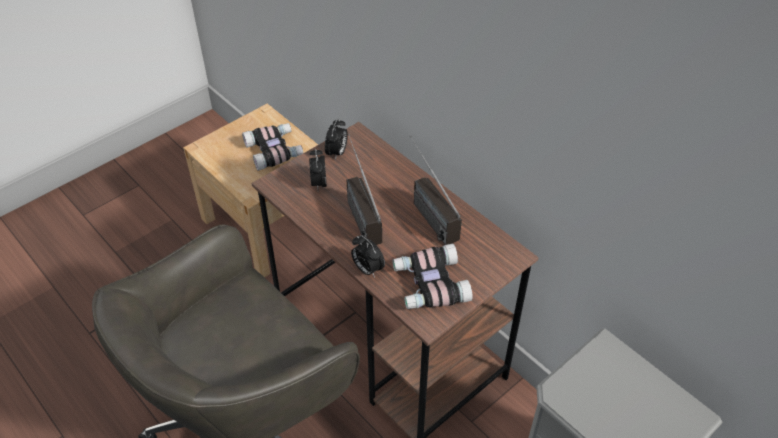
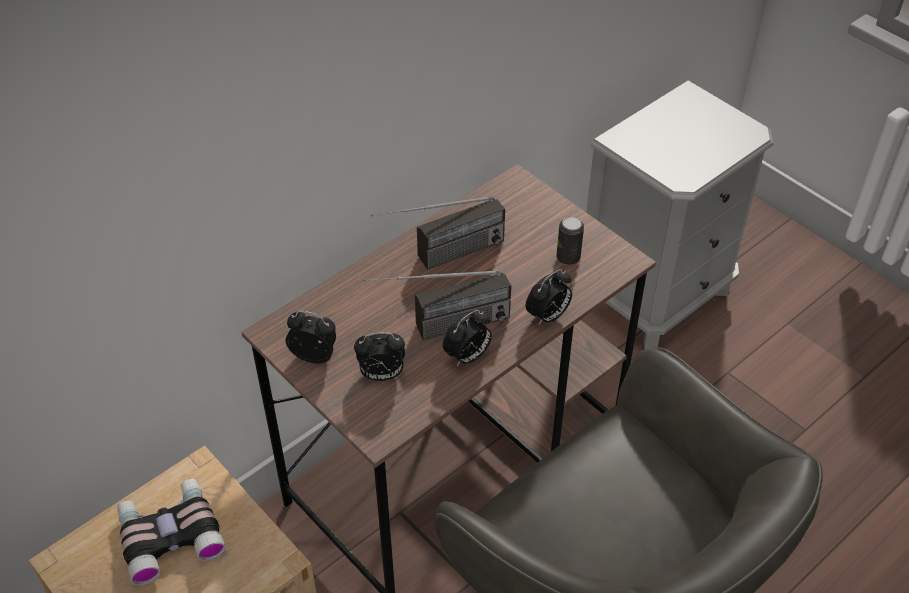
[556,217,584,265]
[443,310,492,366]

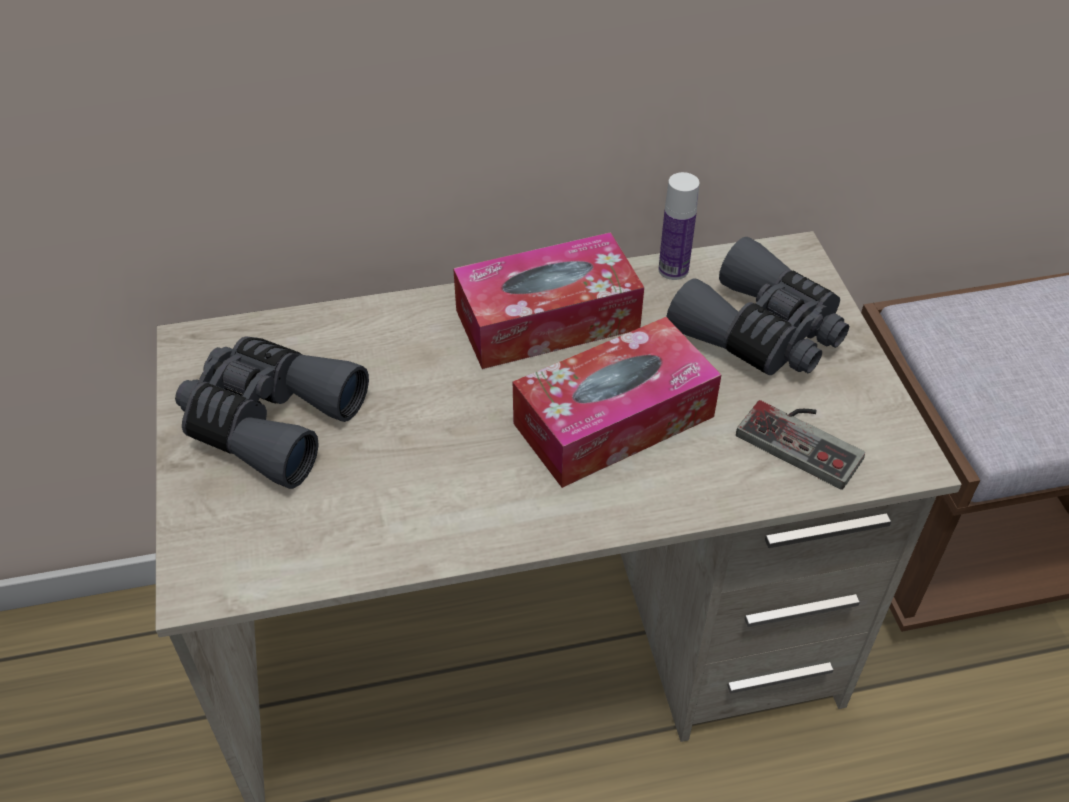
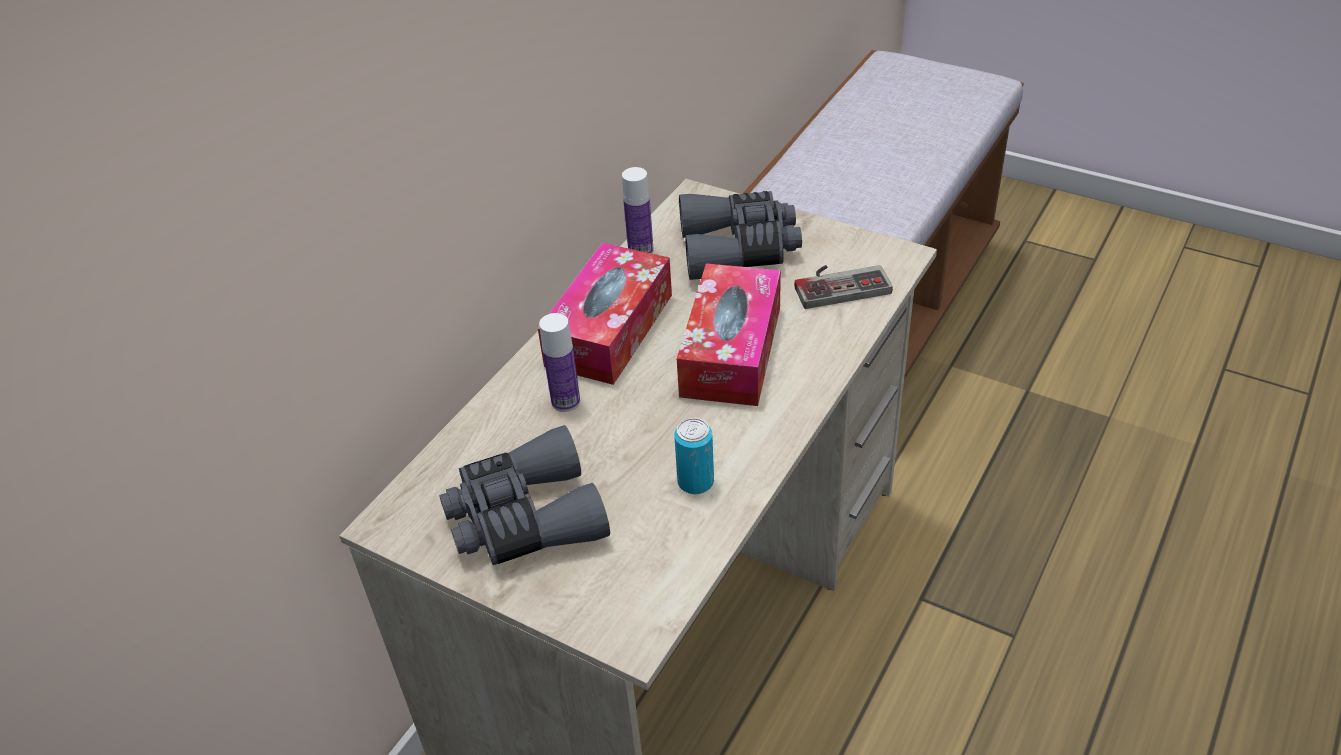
[539,313,580,412]
[674,418,714,494]

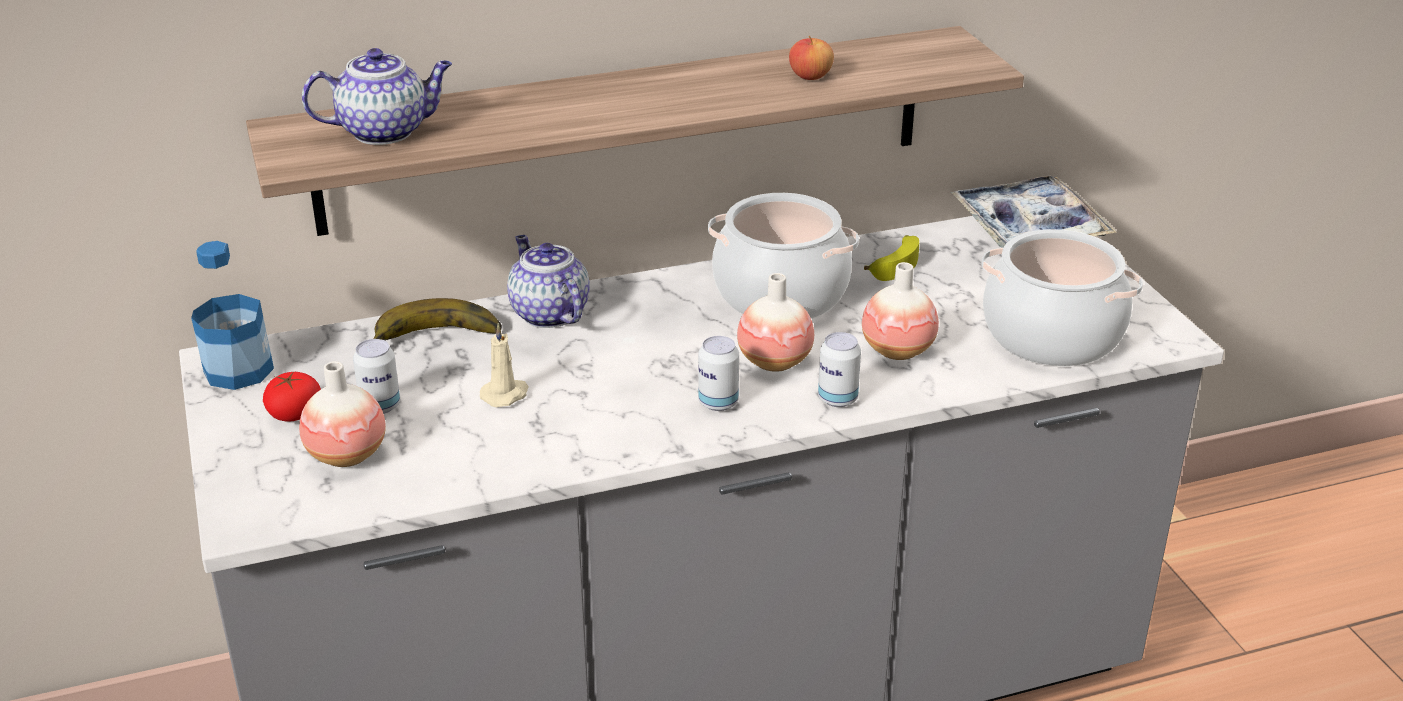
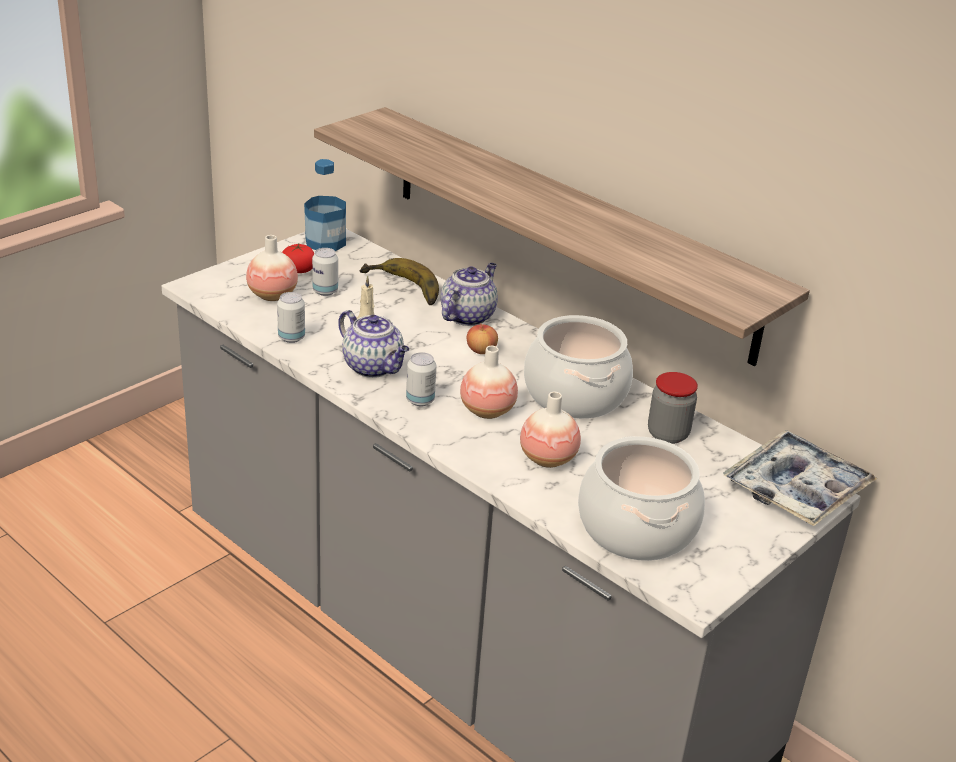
[338,310,410,378]
[467,323,498,354]
[277,292,305,343]
[648,372,698,444]

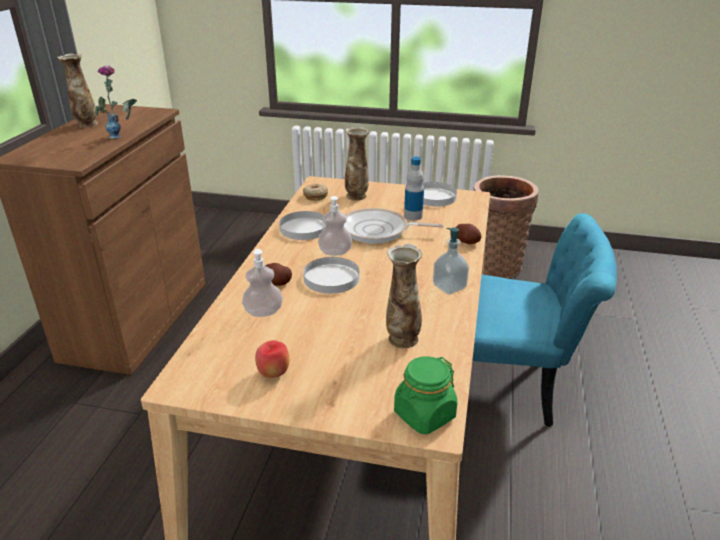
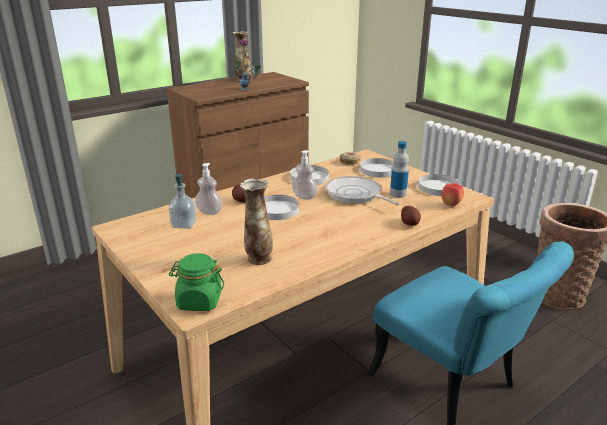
[442,183,464,206]
[360,158,394,178]
[169,174,197,229]

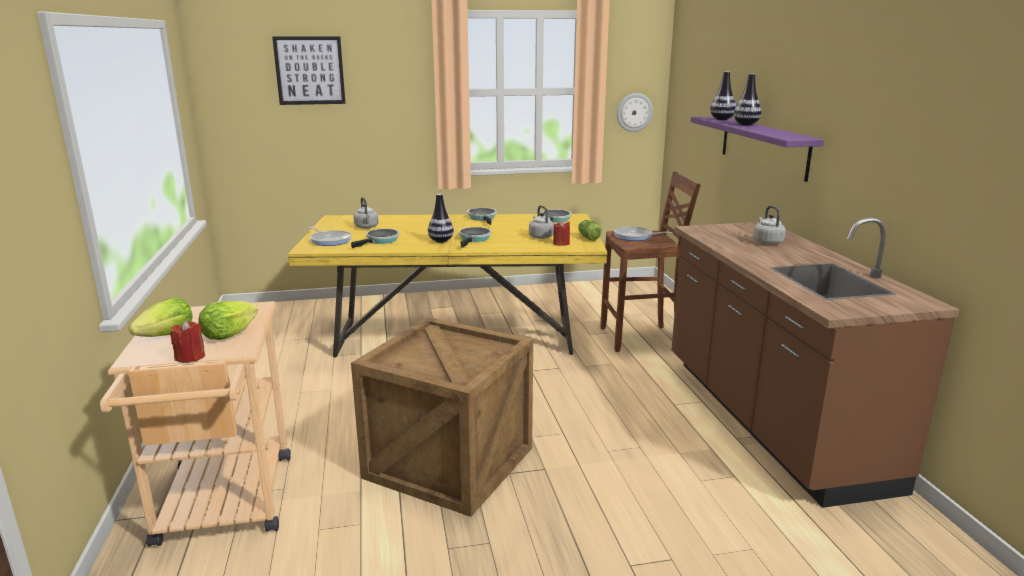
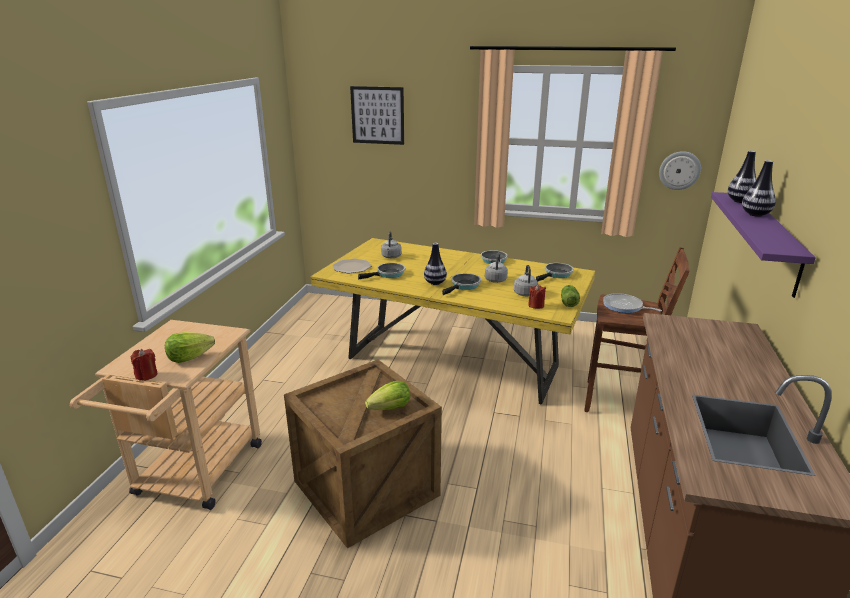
[365,381,410,410]
[332,259,371,273]
[485,253,508,283]

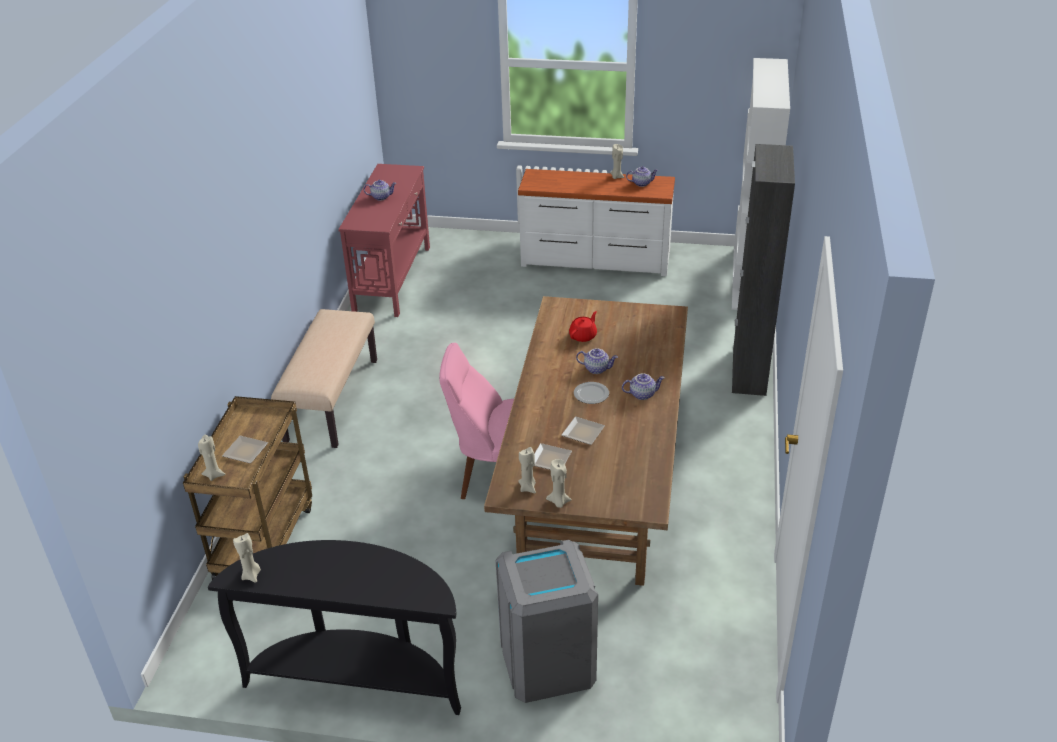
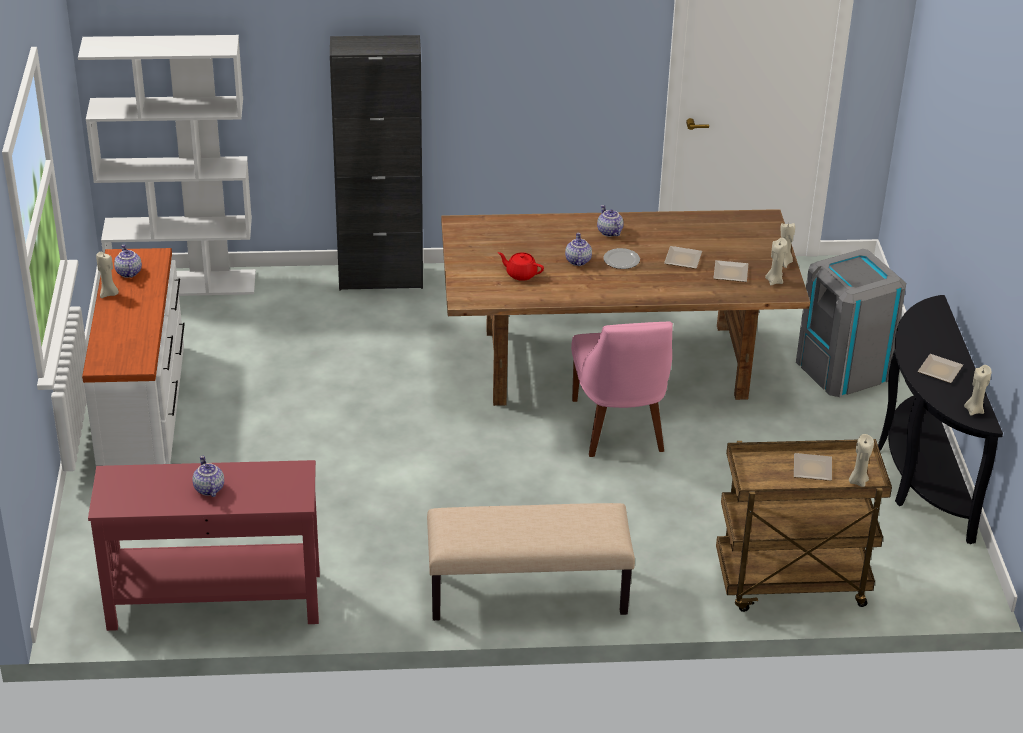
[918,354,963,383]

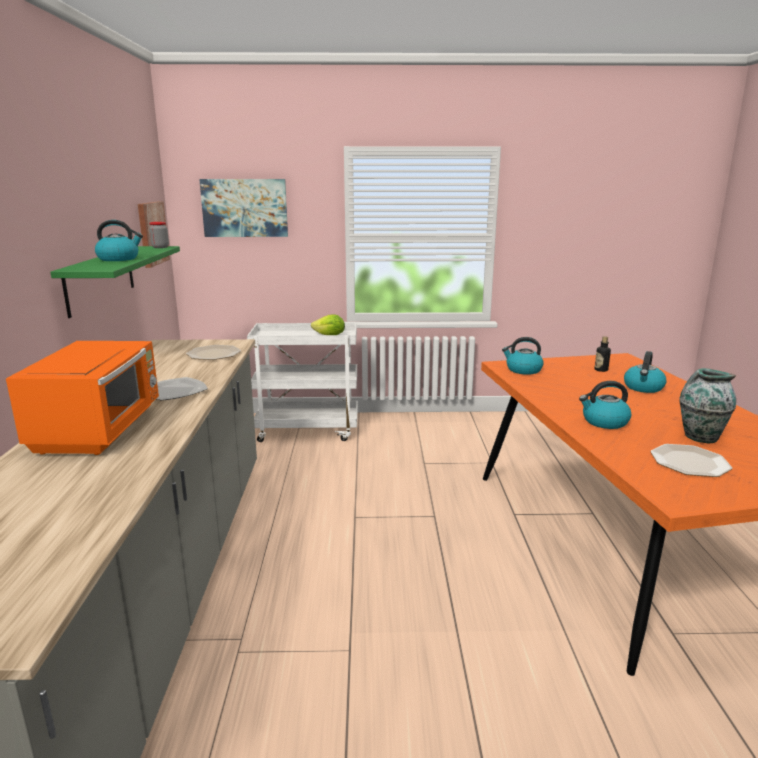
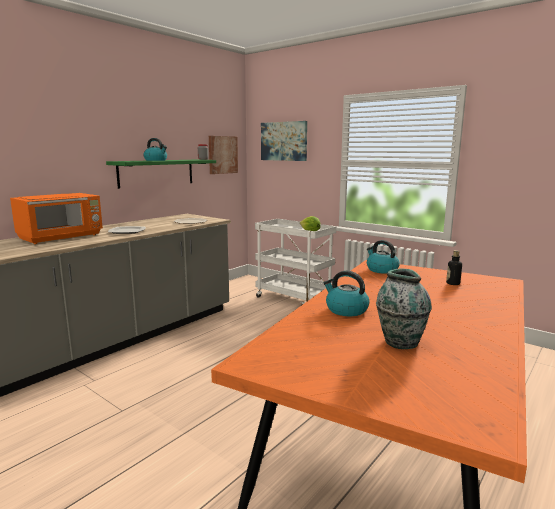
[624,351,667,393] (first image)
[650,444,732,477] (first image)

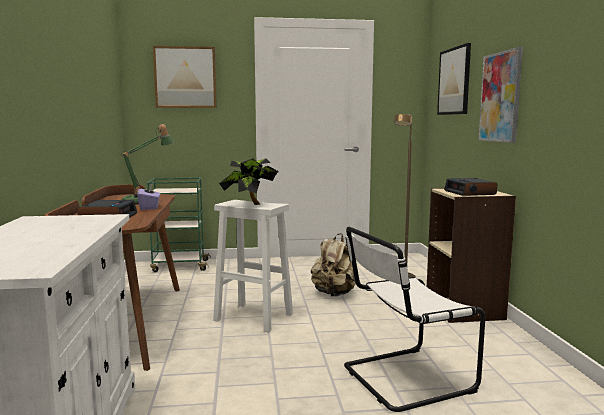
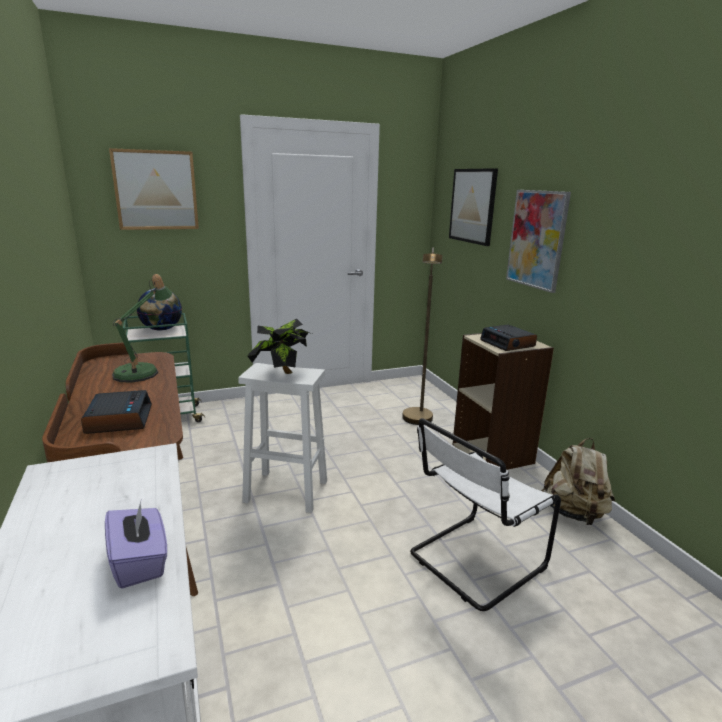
[105,501,167,589]
[541,438,615,525]
[136,288,182,331]

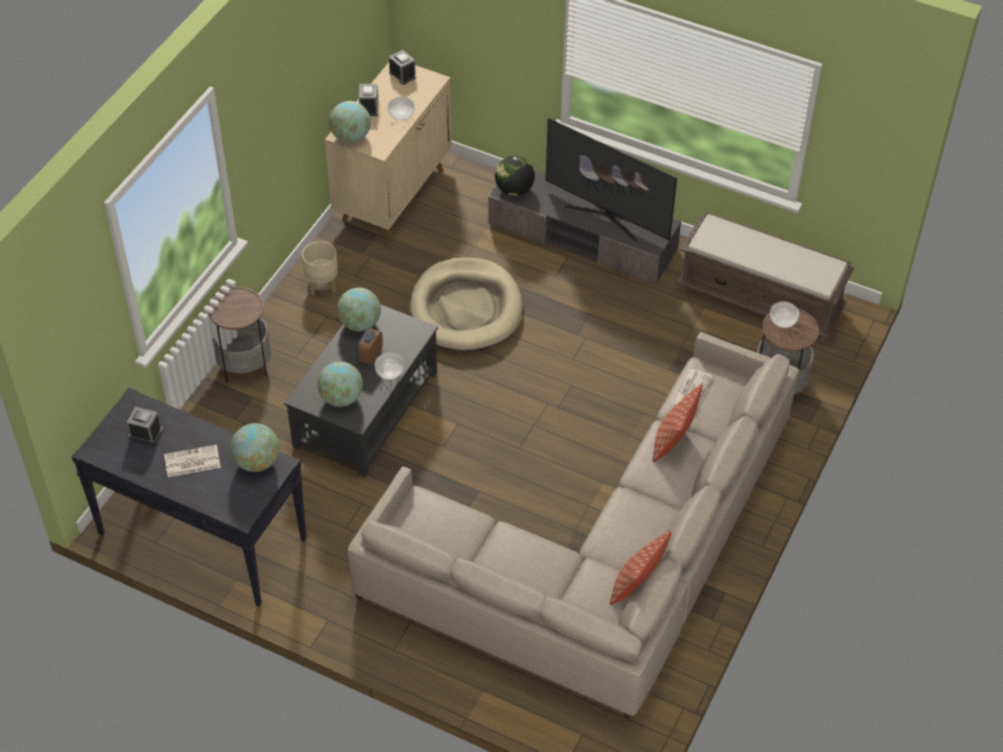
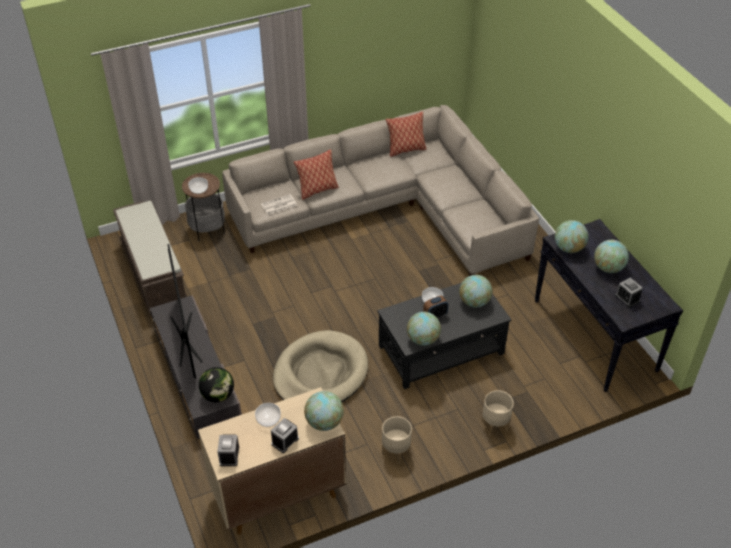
[594,240,629,273]
[482,390,514,436]

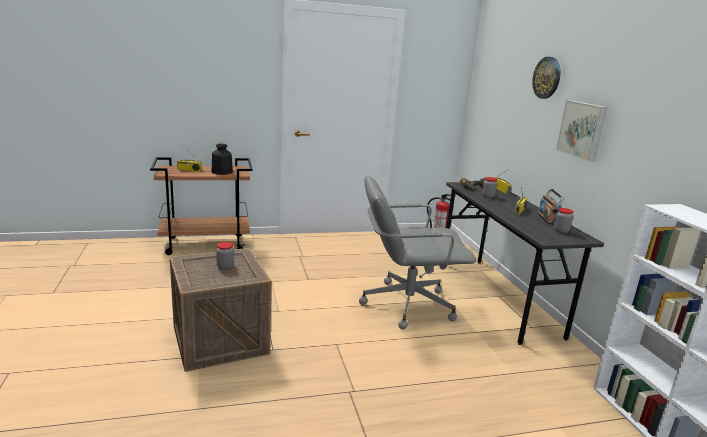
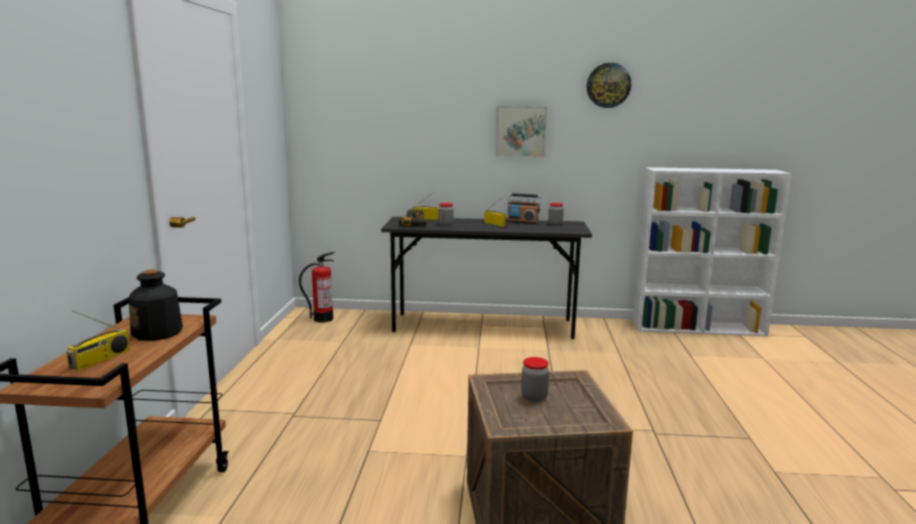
[359,175,476,330] (first image)
[587,63,631,108]

